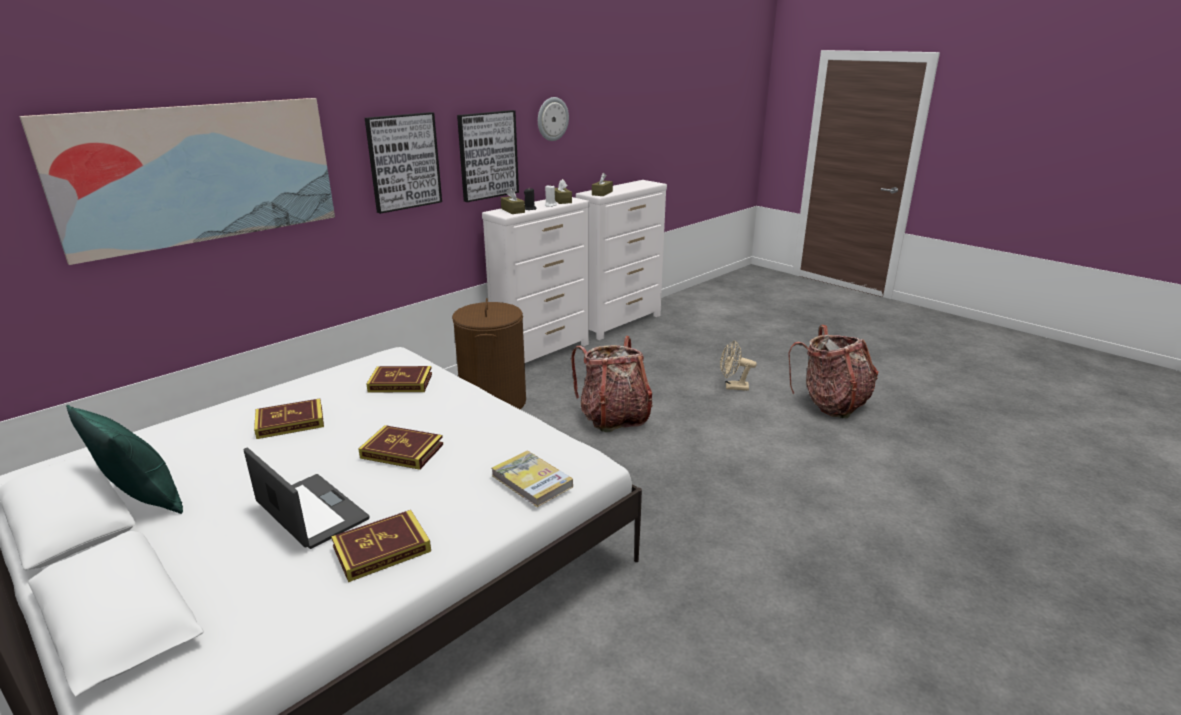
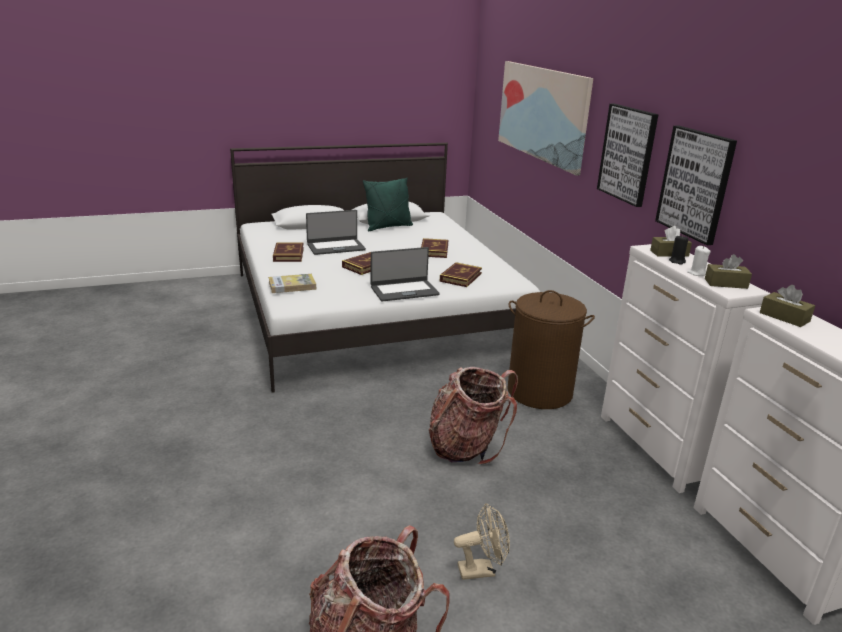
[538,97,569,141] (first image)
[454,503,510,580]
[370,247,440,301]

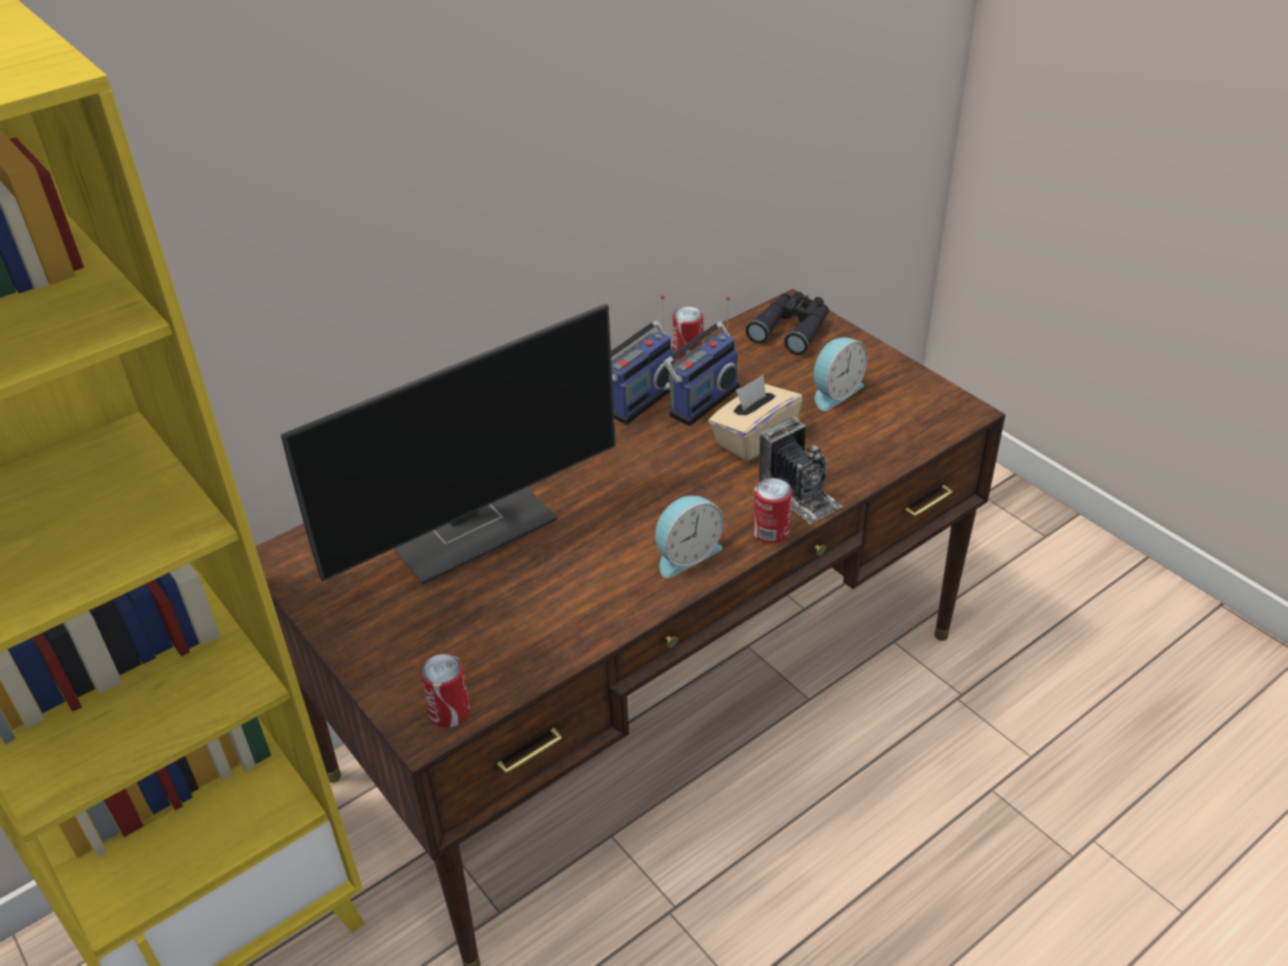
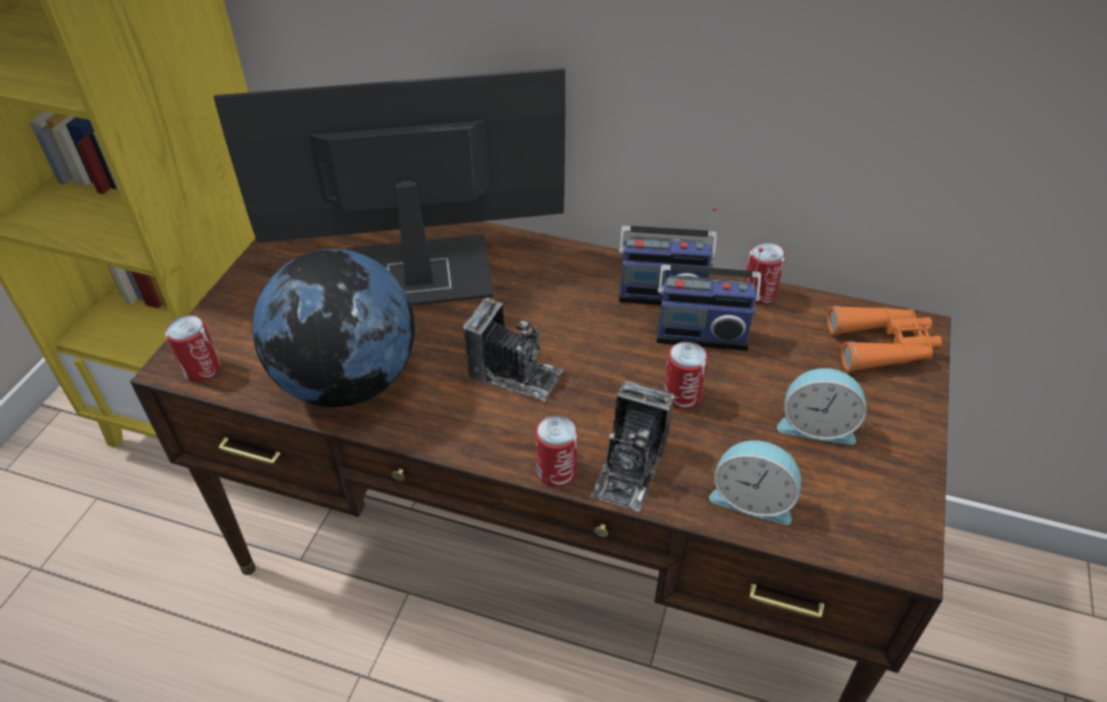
[214,67,565,306]
[709,440,801,525]
[663,342,708,410]
[827,306,942,372]
[252,249,415,407]
[463,298,563,401]

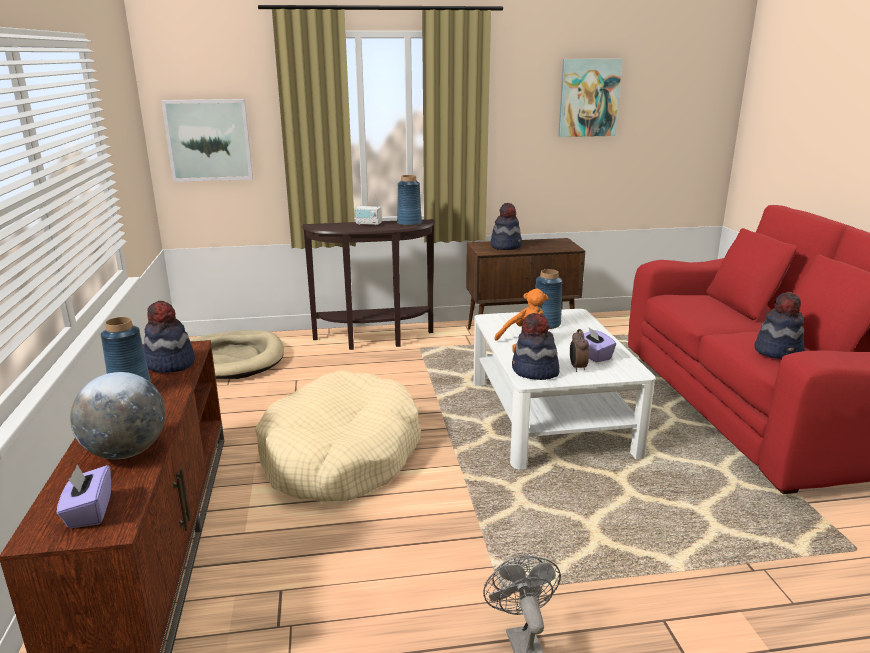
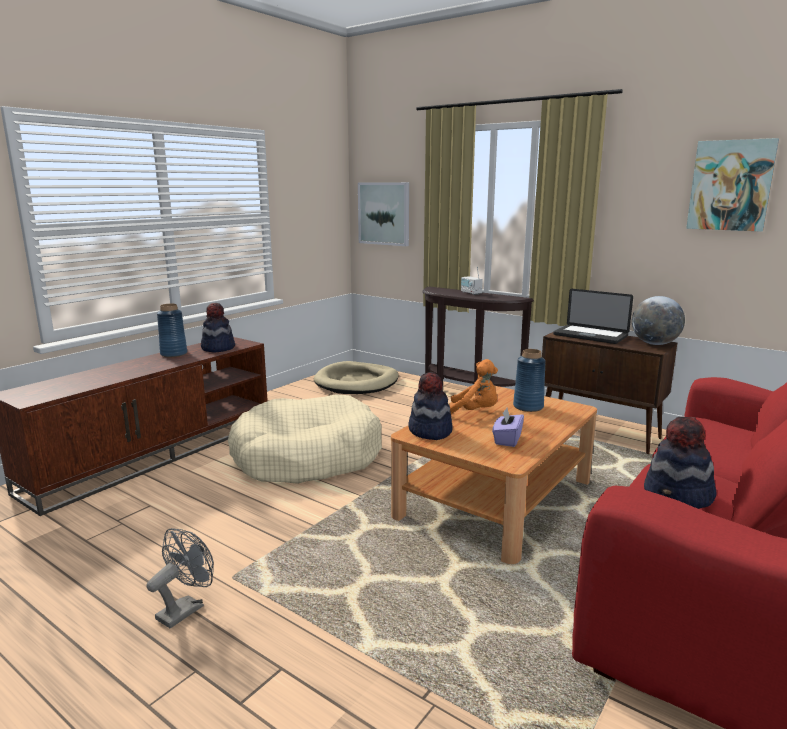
[57,465,111,528] (first image)
[632,296,685,345]
[397,175,422,226] (first image)
[391,386,597,564]
[553,289,633,344]
[570,329,589,372] (first image)

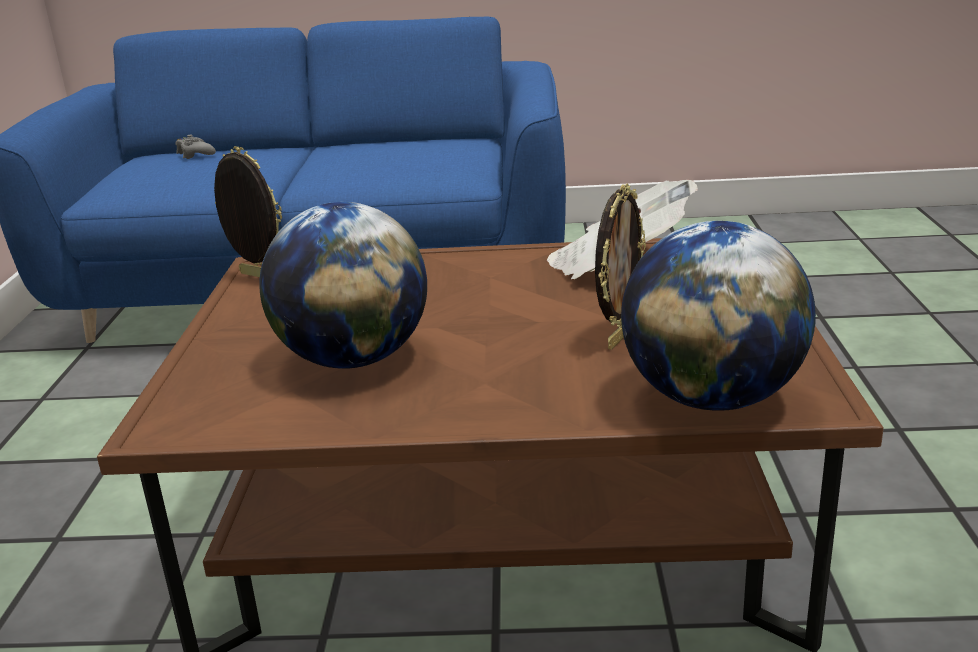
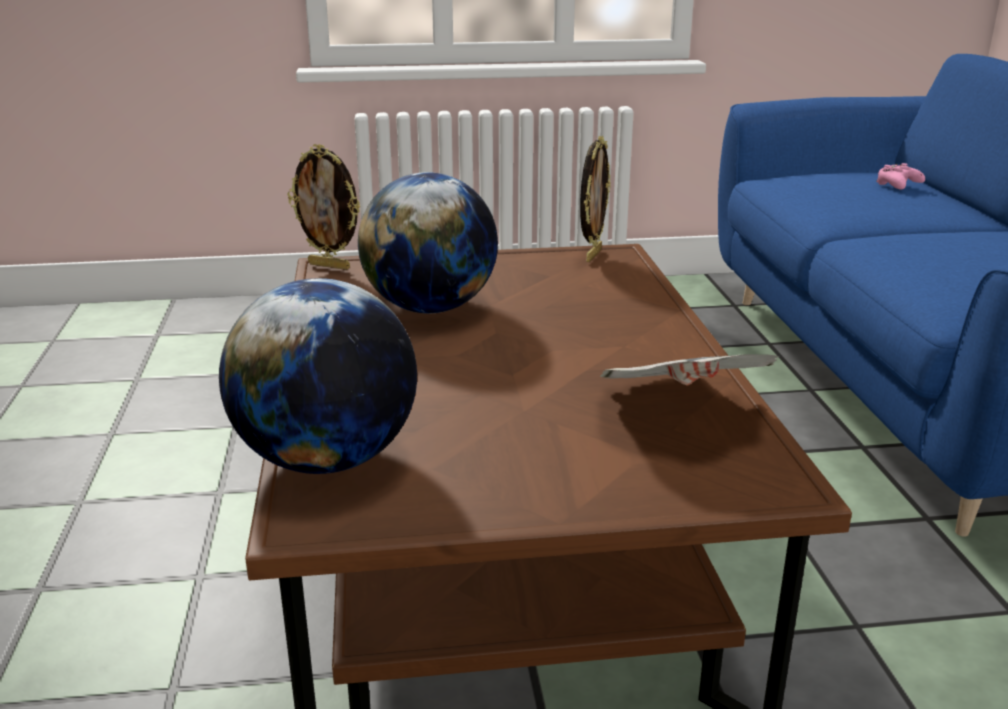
[876,163,925,190]
[287,144,360,270]

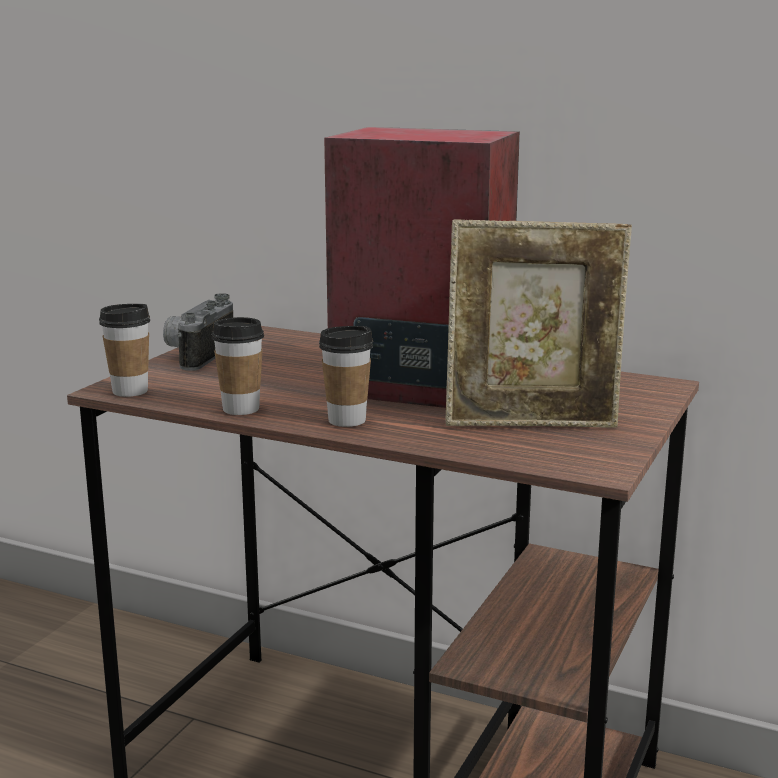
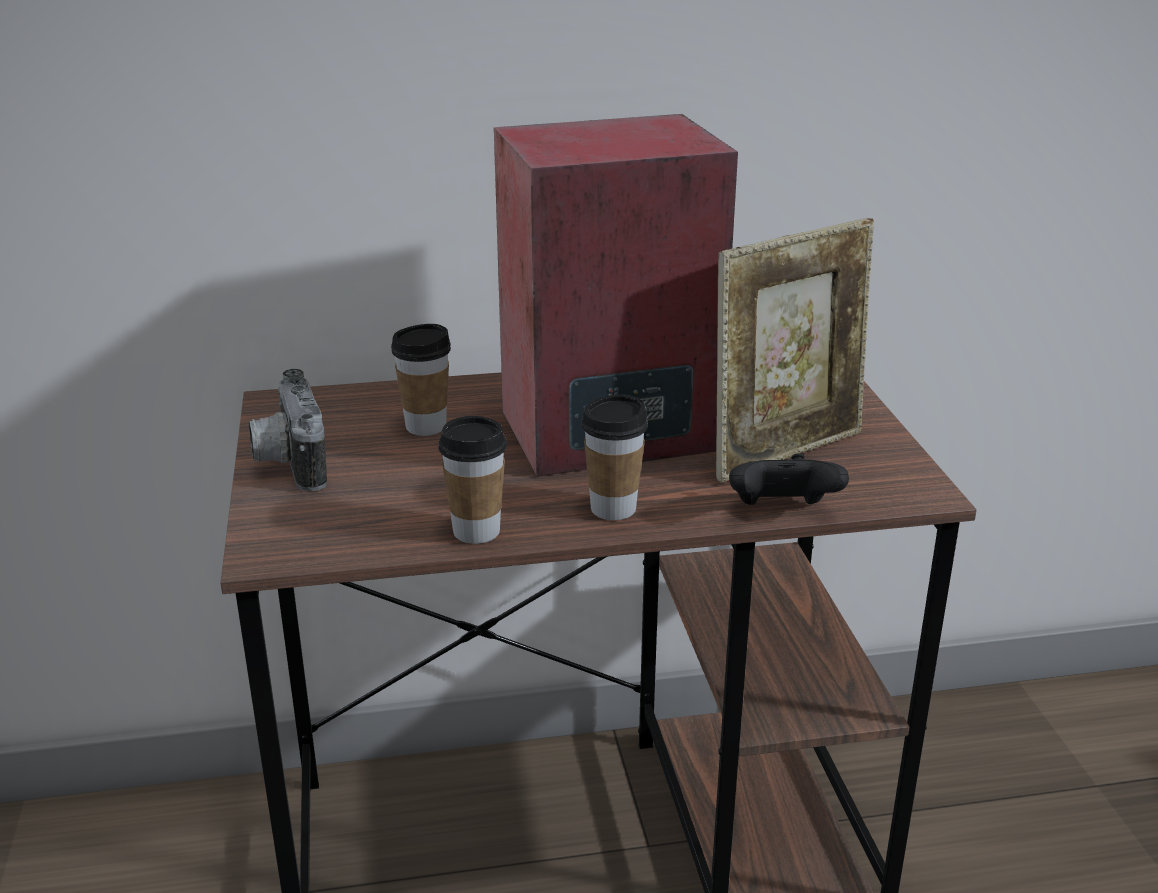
[391,324,451,436]
[729,454,849,505]

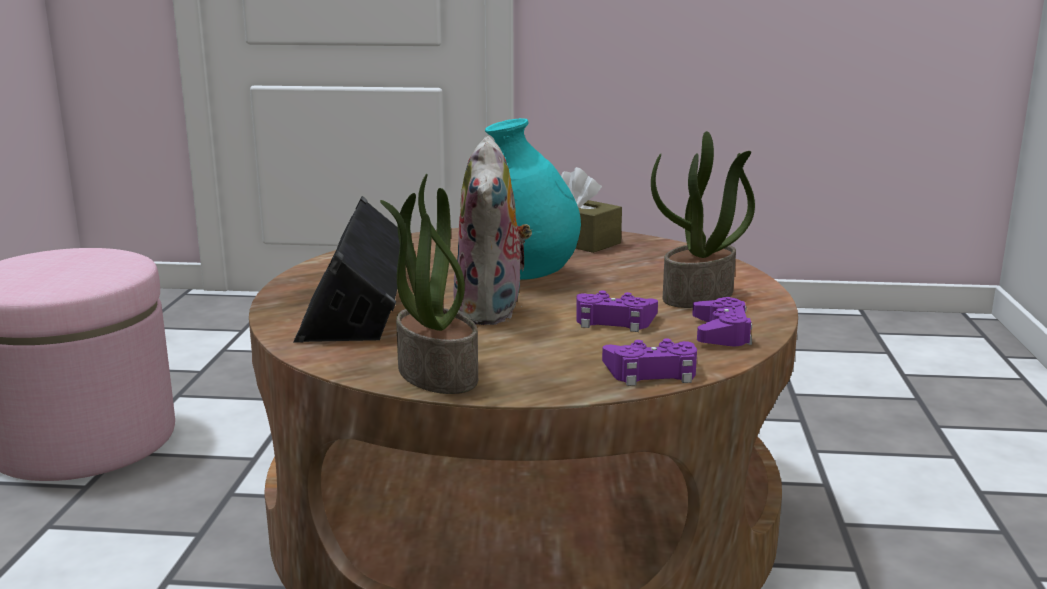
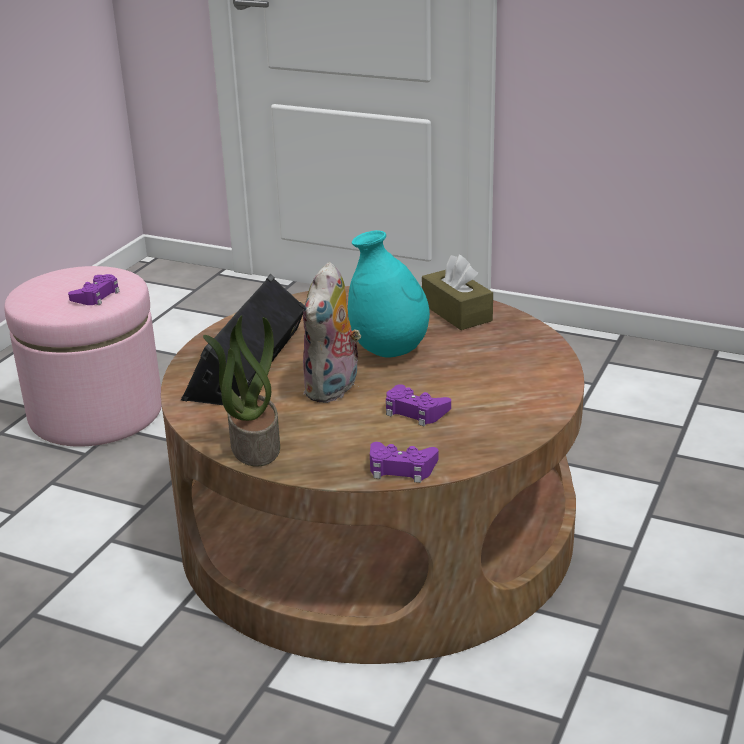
[651,131,755,308] (first image)
[68,274,120,305]

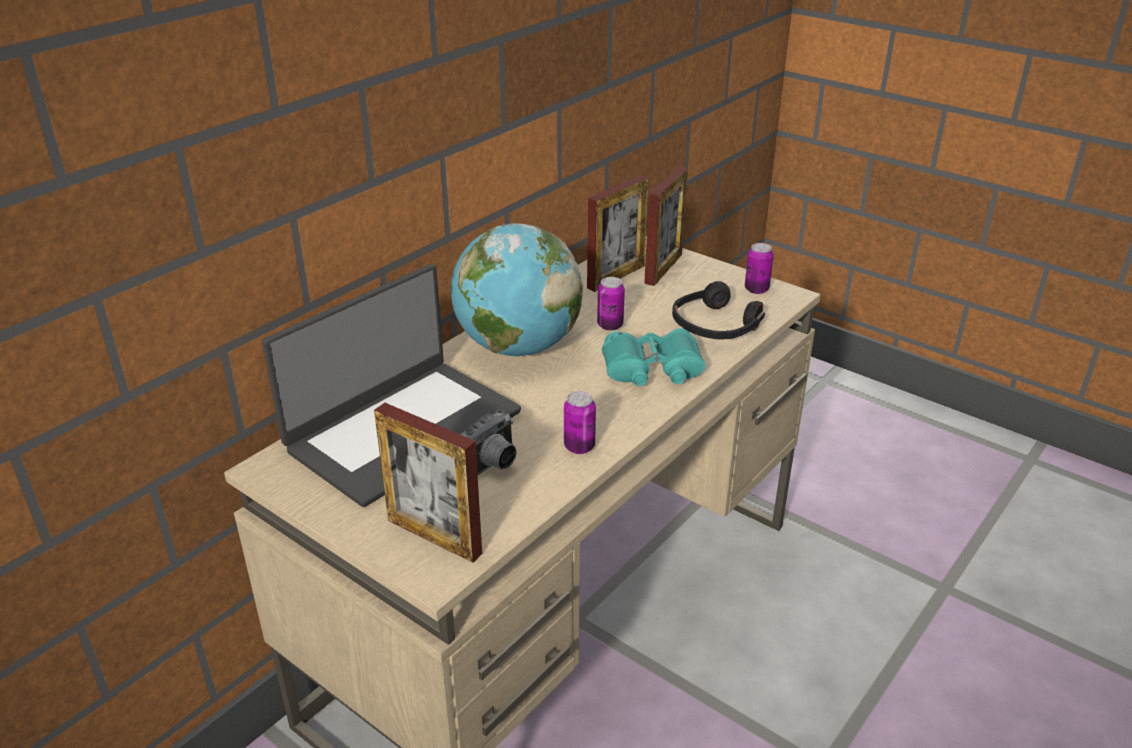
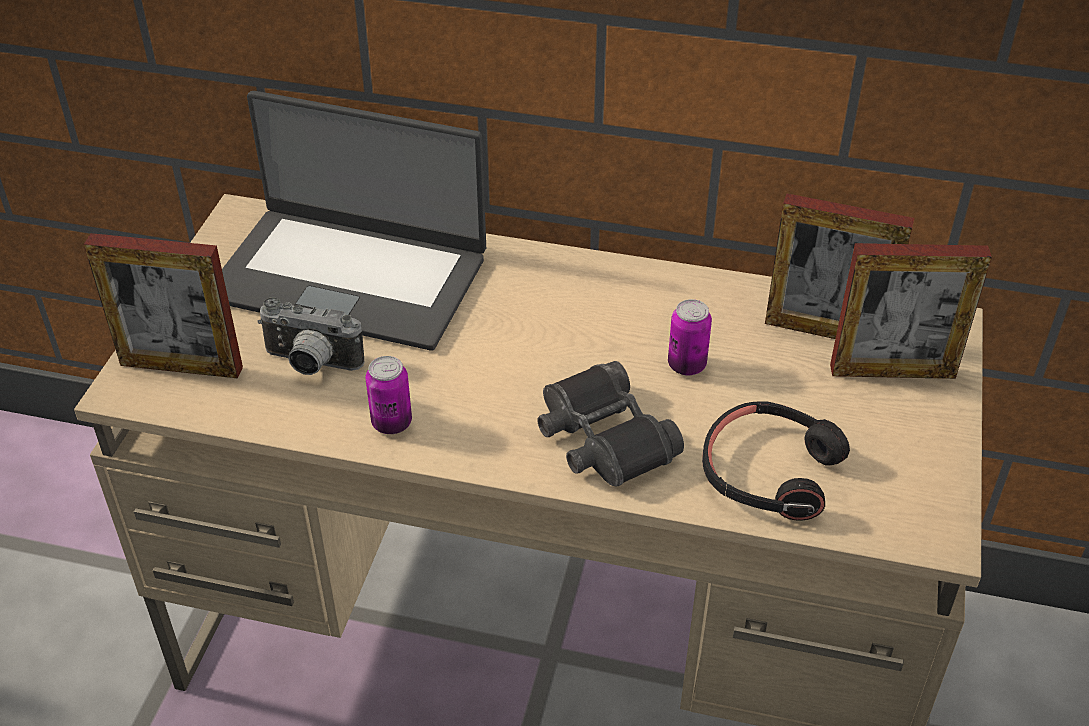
[84,233,243,379]
[451,223,583,356] (first image)
[537,361,684,487]
[745,243,774,294] (first image)

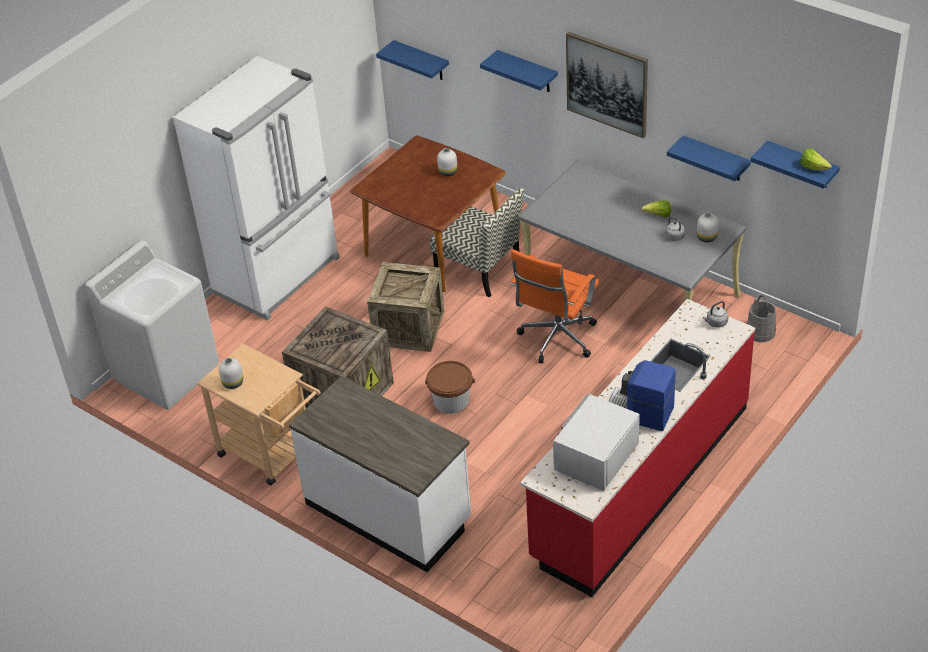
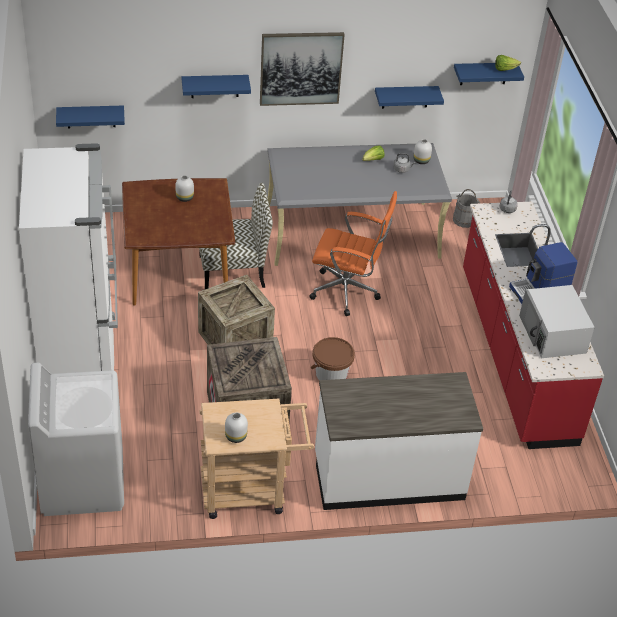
[309,191,397,316]

